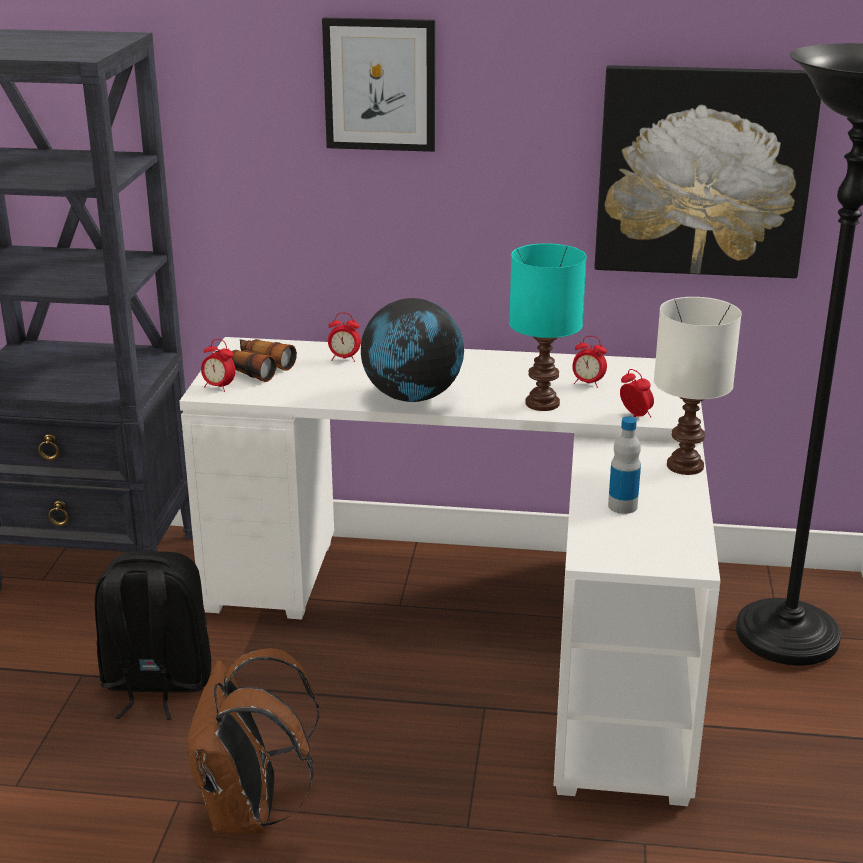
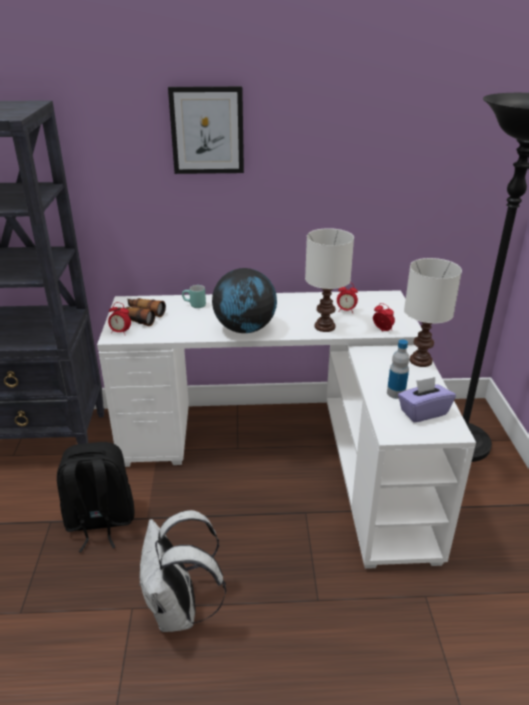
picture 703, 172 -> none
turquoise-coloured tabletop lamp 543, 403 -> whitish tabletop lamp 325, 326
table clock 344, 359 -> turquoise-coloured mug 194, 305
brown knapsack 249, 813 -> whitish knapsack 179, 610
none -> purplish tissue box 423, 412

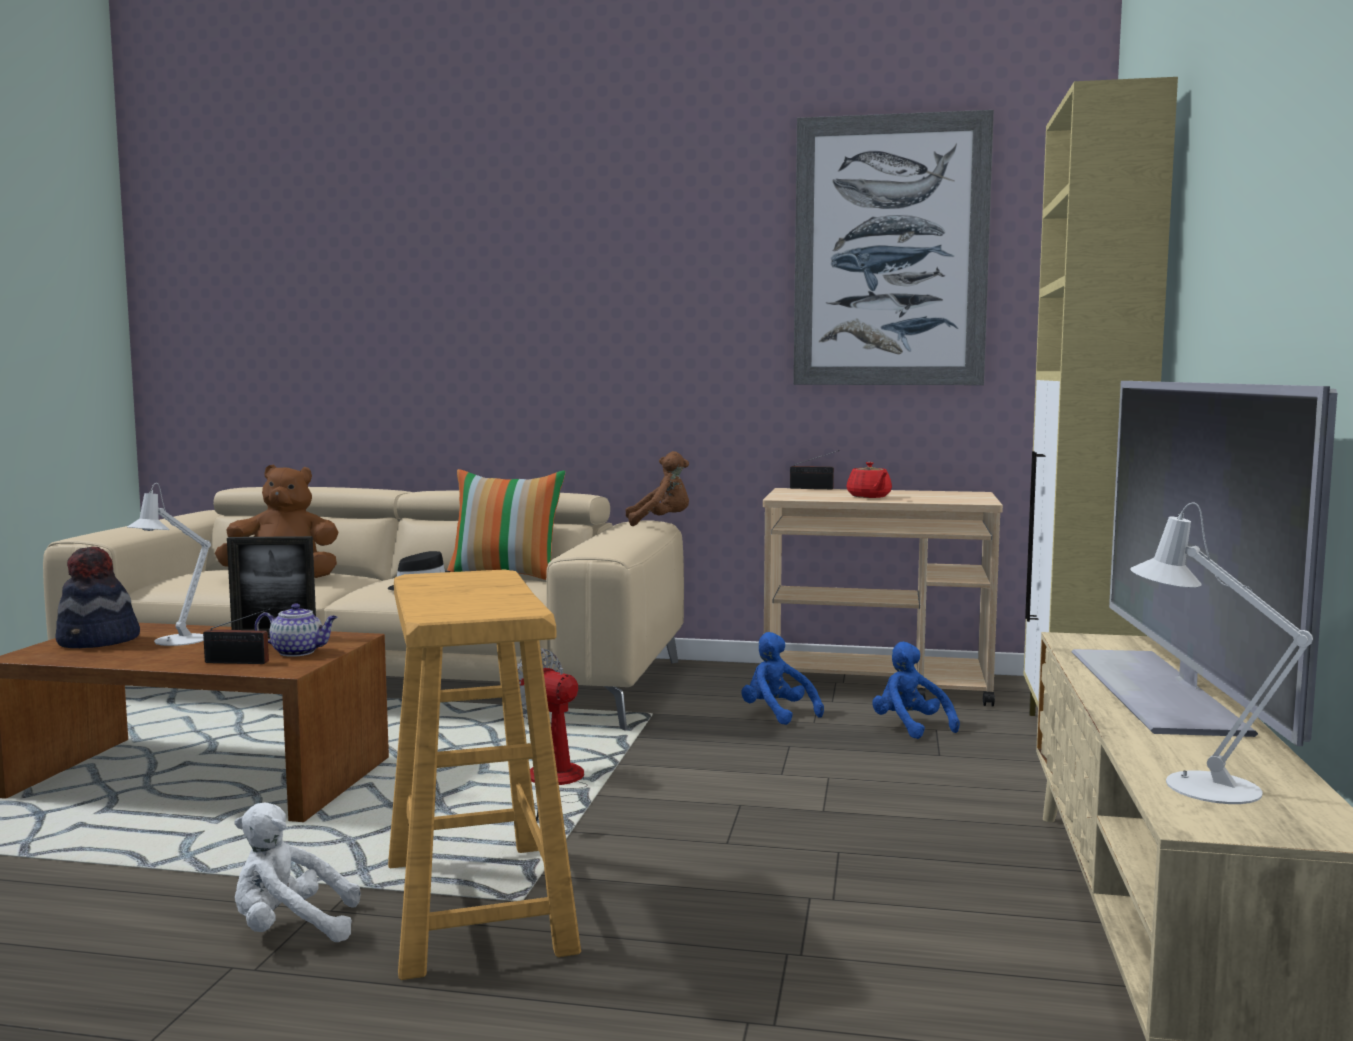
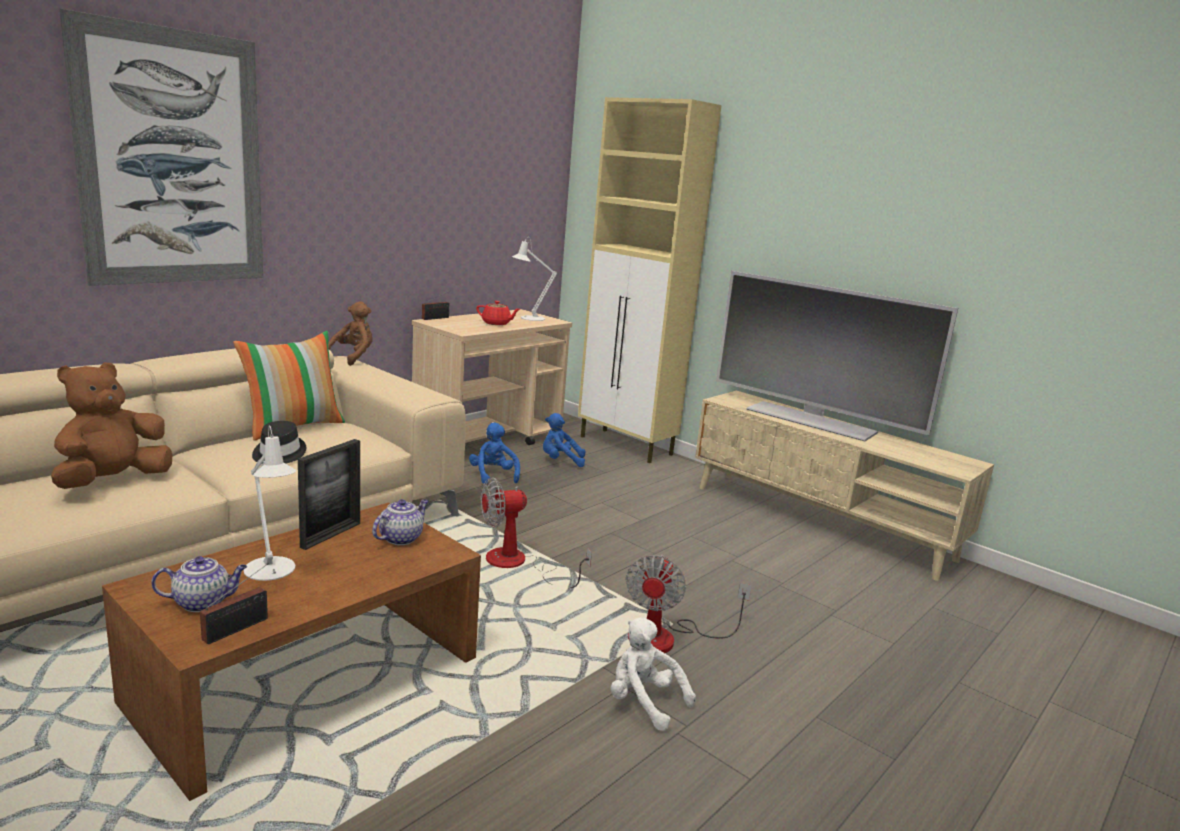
picture 890, 251 -> picture 173, 159, relocated
whitish tabletop lamp 1198, 784 -> whitish tabletop lamp 529, 318, relocated
wearable hat 98, 641 -> teapot 203, 602
beige-coloured stool seat 476, 907 -> electric fan 667, 638
radio 240, 662 -> radio 239, 628, relocated
blue cuddly toy 777, 714 -> blue cuddly toy 493, 475, 75 degrees clockwise
whitish cuddly toy 290, 930 -> whitish cuddly toy 644, 702, 105 degrees clockwise

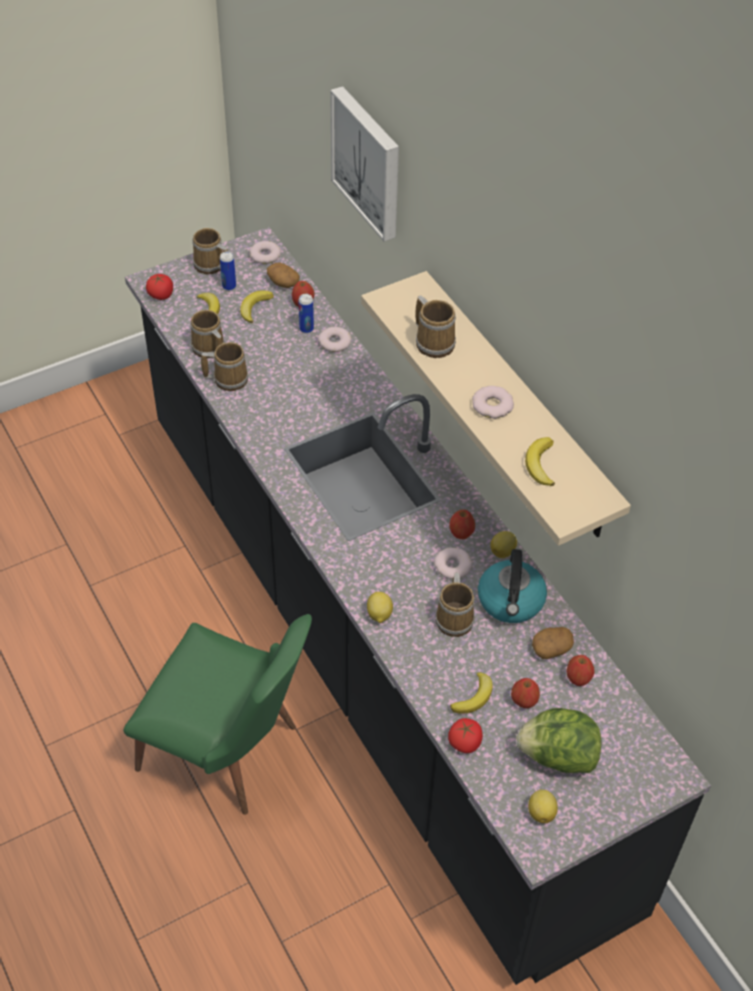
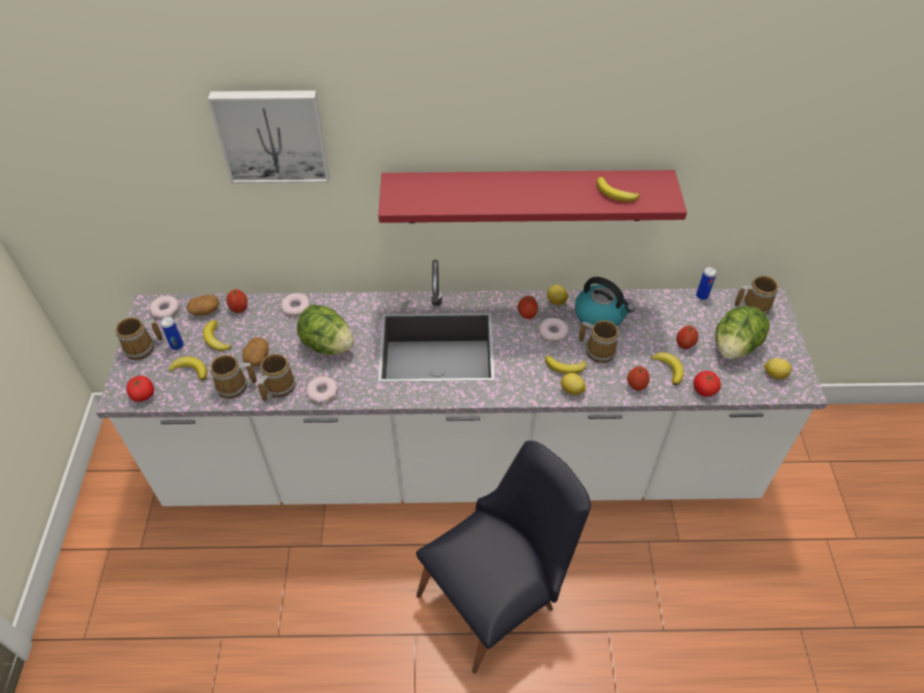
black counter 372, 648 -> whitish counter 462, 465
beige-coloured shelf 517, 407 -> red-coloured shelf 526, 196
sealed can 306, 329 -> sealed can 702, 296, relocated
mug 434, 342 -> mug 753, 306, relocated
donut 492, 405 -> donut 322, 391, relocated
green upright chair 230, 754 -> black upright chair 497, 597
whole potato 551, 648 -> whole potato 257, 357, relocated
apple 578, 678 -> apple 636, 385, relocated
none -> lettuce head 327, 345
none -> banana fruit 565, 367

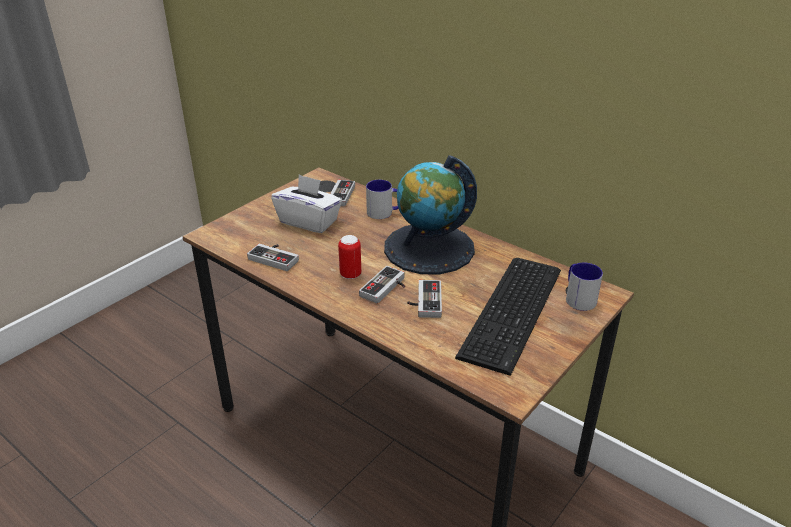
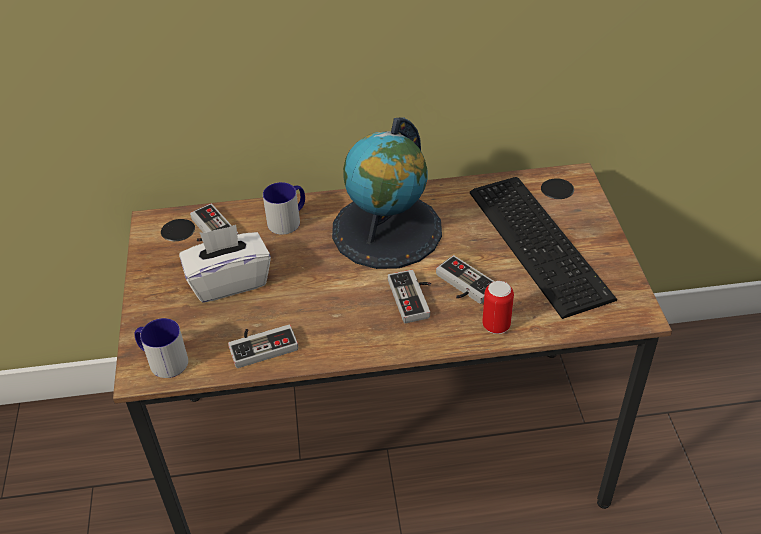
sealed can 350, 274 -> sealed can 496, 326, relocated
mug 578, 297 -> mug 162, 360, relocated

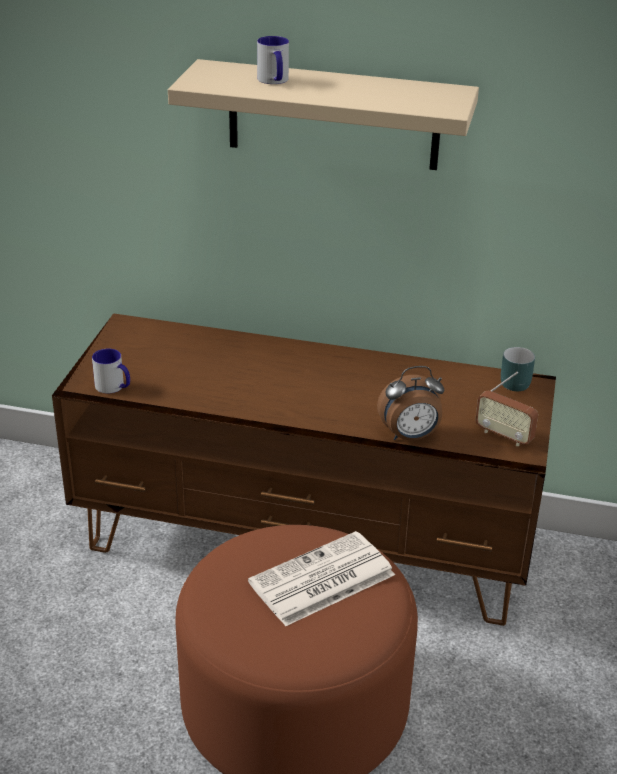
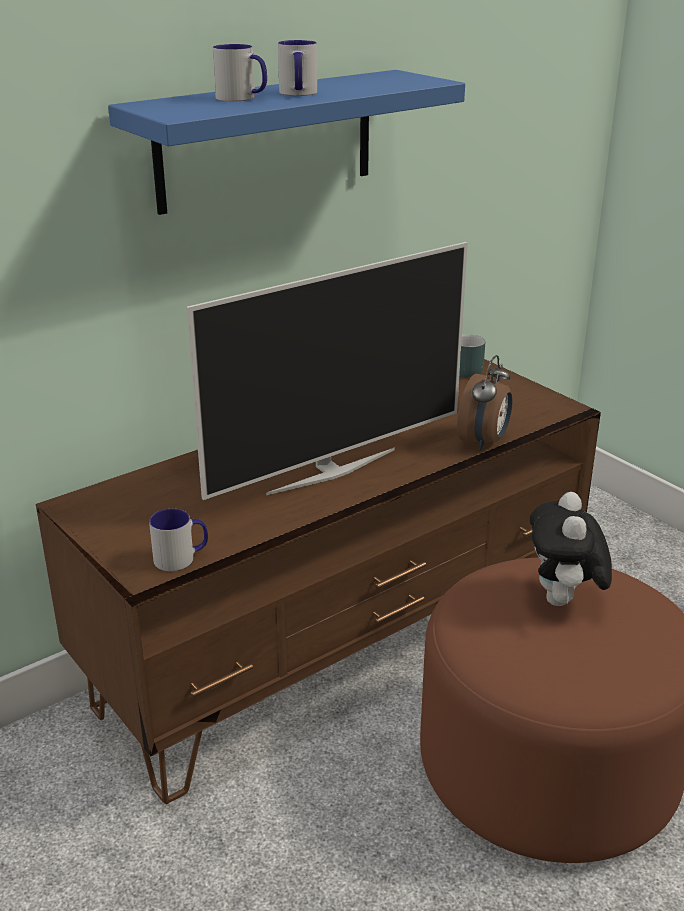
beige-coloured shelf 333, 115 -> blue shelf 266, 140
radio 503, 436 -> none
printed paper 321, 580 -> cuddly toy 563, 602
none -> mug 298, 94
none -> TV 331, 470

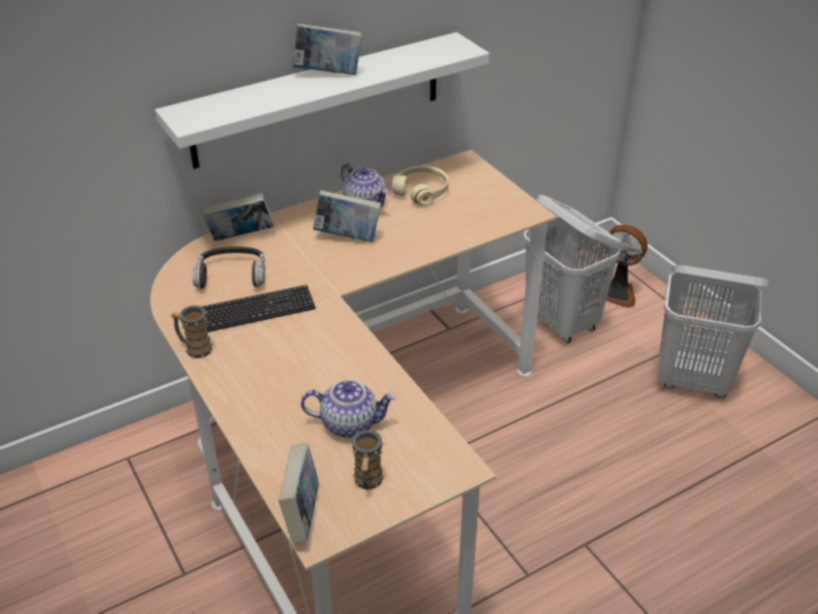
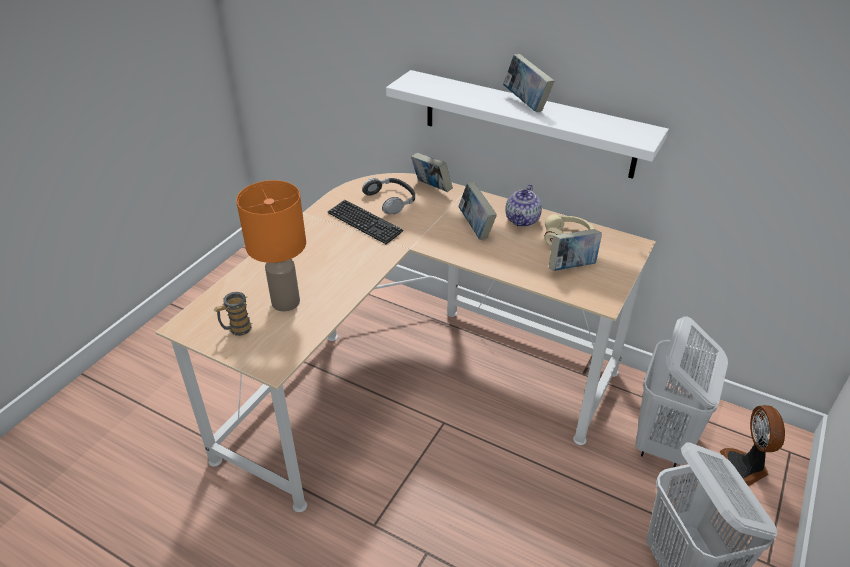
mug 195, 348 -> none
teapot 350, 423 -> orange tabletop lamp 286, 301
bound book 302, 514 -> bound book 572, 267, relocated

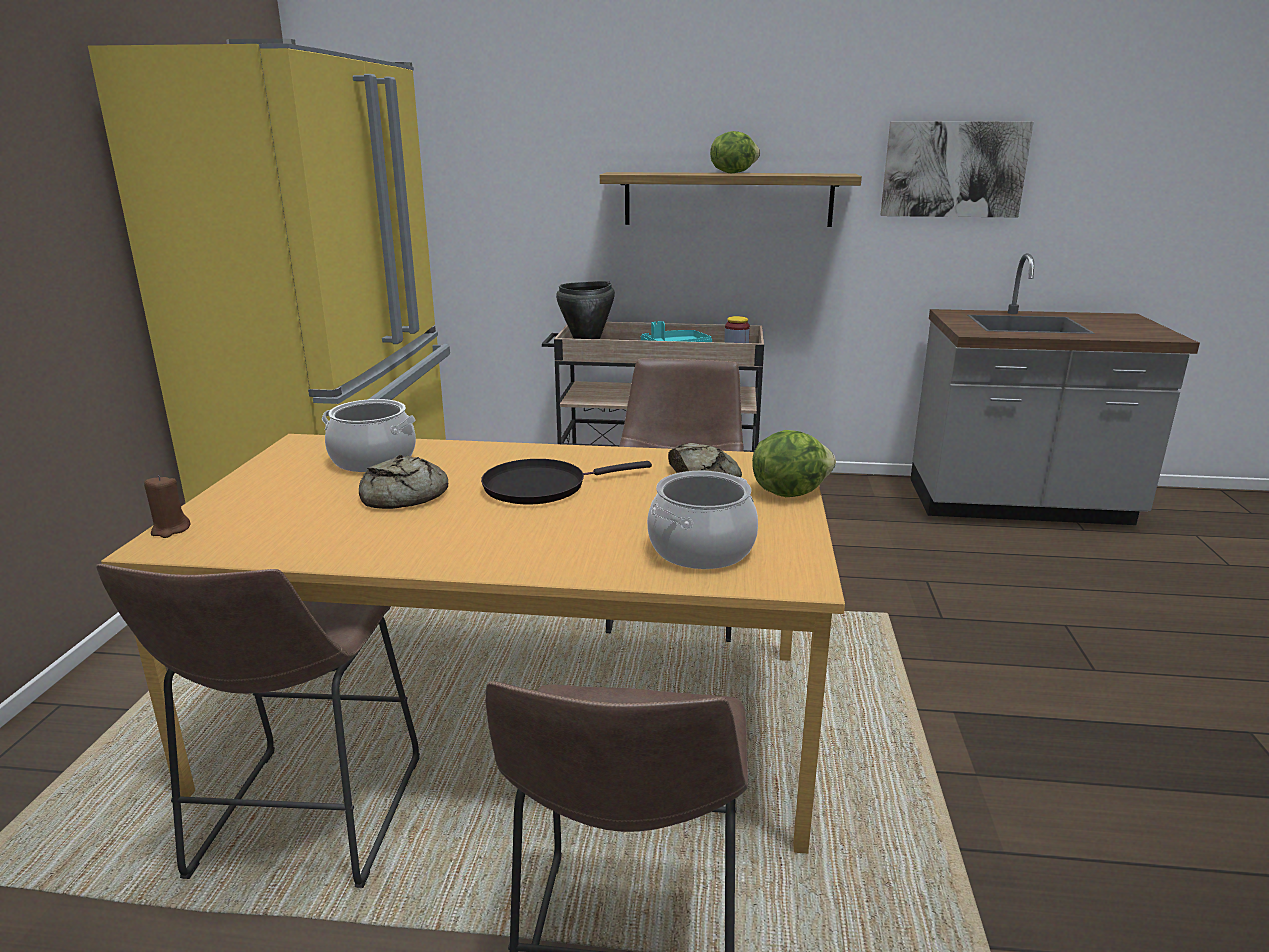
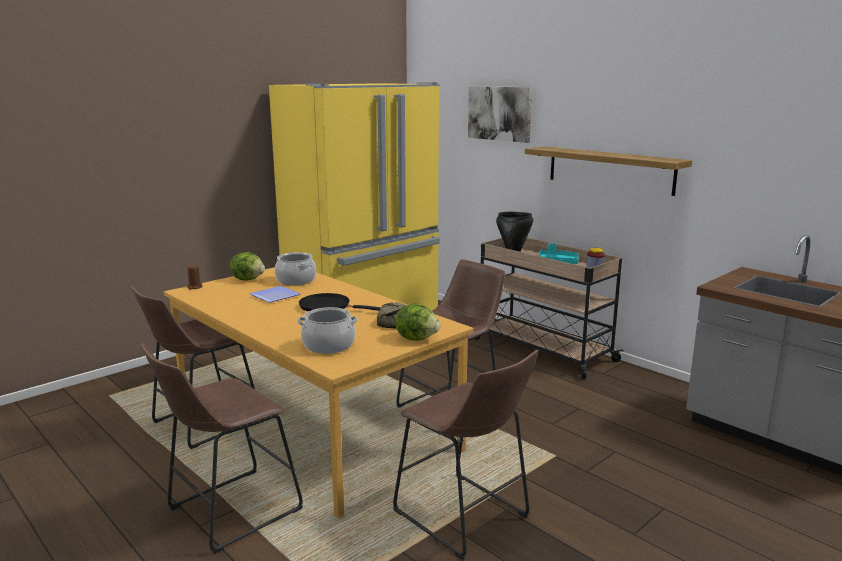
picture 953, 169 -> picture 499, 113, relocated
lettuce head 732, 173 -> lettuce head 248, 279, relocated
bread 403, 496 -> dinner plate 277, 296
none -> brown stool seat 465, 518

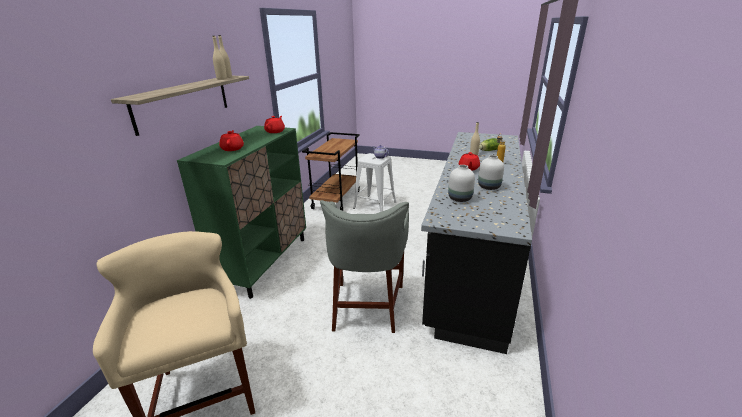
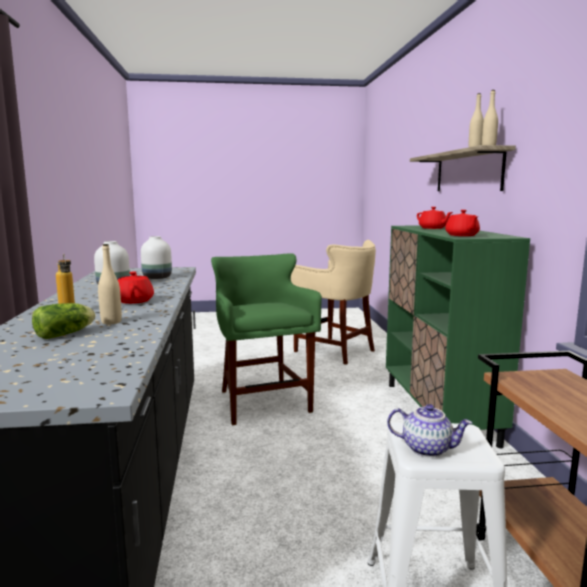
grey stool seat 367, 305 -> green stool seat 262, 402

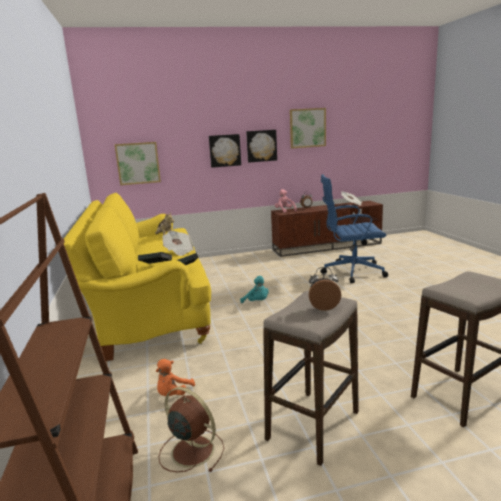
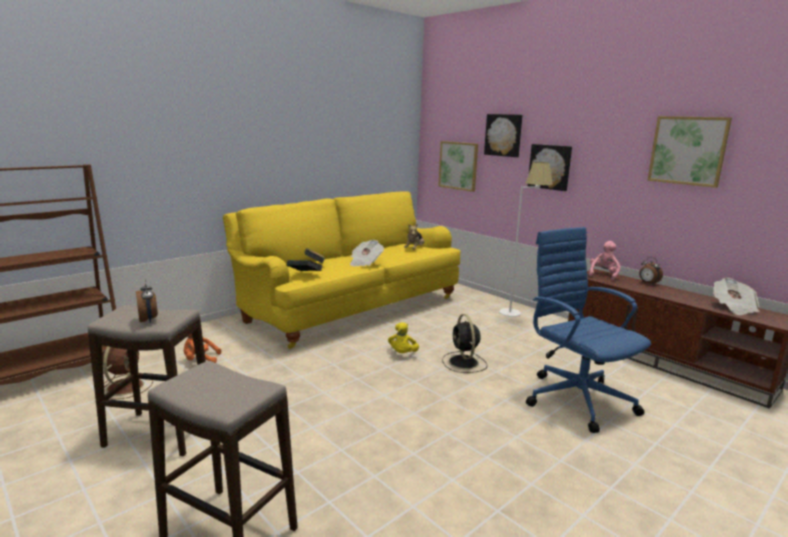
picture 261, 146 -> picture 503, 135, relocated
turquoise-coloured cuddly toy 257, 302 -> yellow cuddly toy 402, 354
none -> whitish standard lamp 518, 315
none -> black electric fan 464, 363

